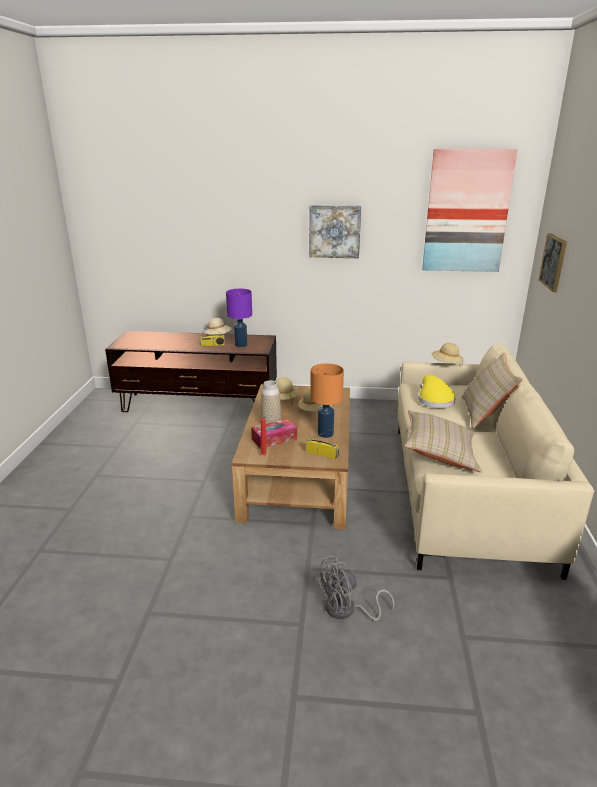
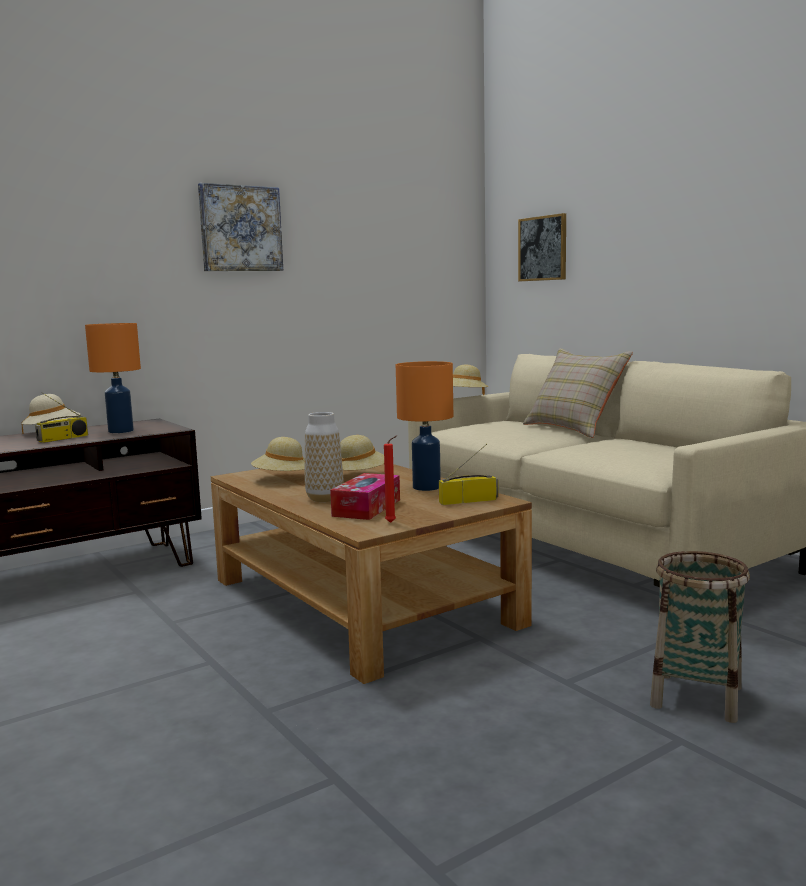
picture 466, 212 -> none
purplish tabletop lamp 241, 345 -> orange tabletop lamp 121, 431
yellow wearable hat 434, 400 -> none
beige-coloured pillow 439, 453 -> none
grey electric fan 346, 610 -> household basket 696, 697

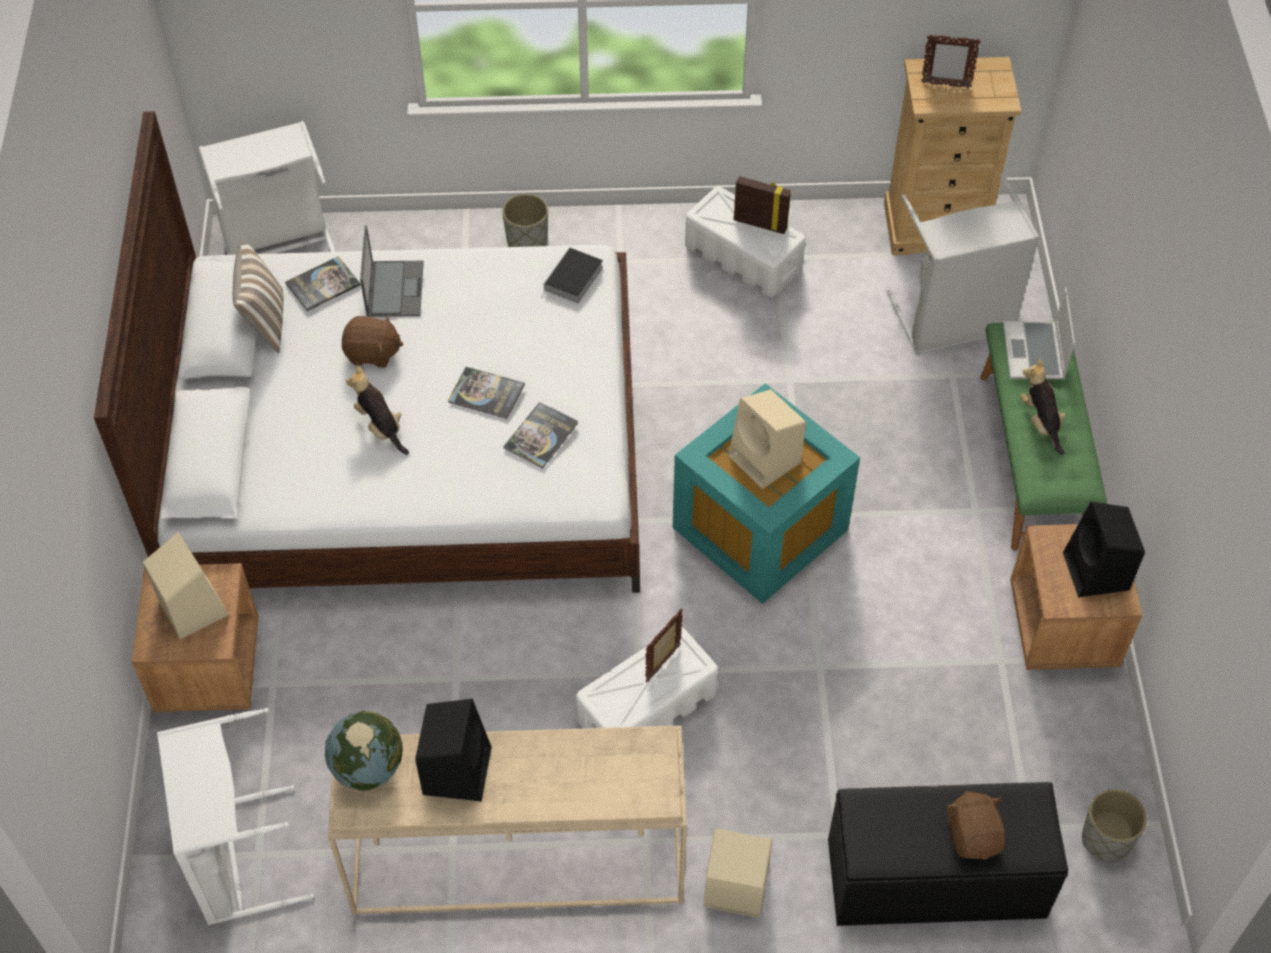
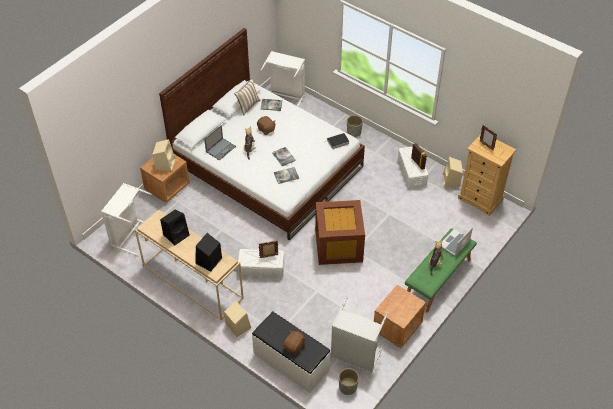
grey laundry basket 954, 323 -> grey laundry basket 355, 356, relocated
notebook computer 394, 288 -> notebook computer 221, 149, relocated
turquoise-coloured storage box 760, 526 -> brown storage box 339, 245
beige-coloured audio speaker 766, 460 -> beige-coloured audio speaker 451, 181, relocated
black audio speaker 1097, 573 -> black audio speaker 208, 261, relocated
desk globe 368, 767 -> none
black bench 936, 880 -> whitish bench 291, 362

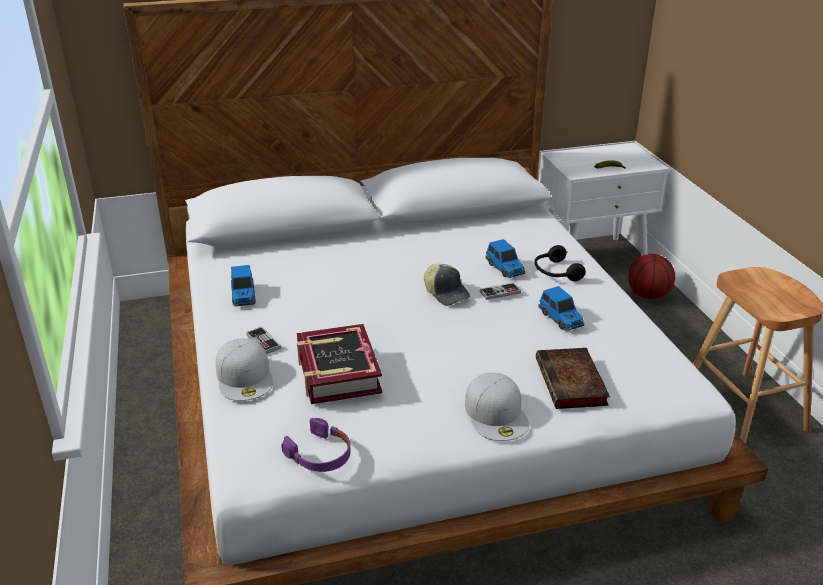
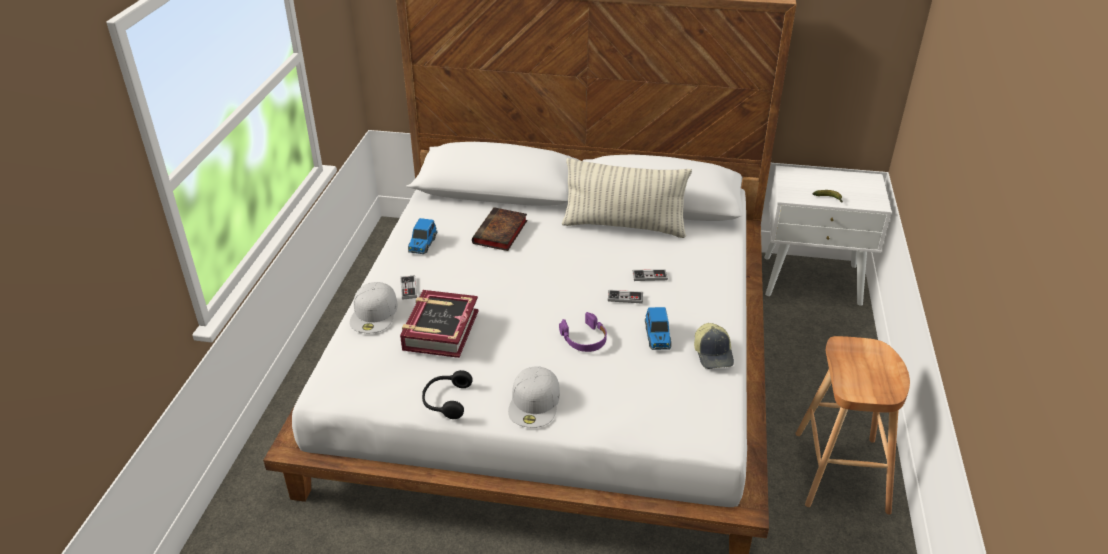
miniature car 505, 268 -> game controller 649, 276
black headphones 555, 272 -> black headphones 446, 400, relocated
ball for basketball 648, 295 -> none
cap 447, 293 -> cap 713, 354, relocated
bound book 572, 384 -> bound book 500, 233, relocated
purplish headphones 320, 454 -> purplish headphones 584, 339, relocated
none -> pillow 624, 226

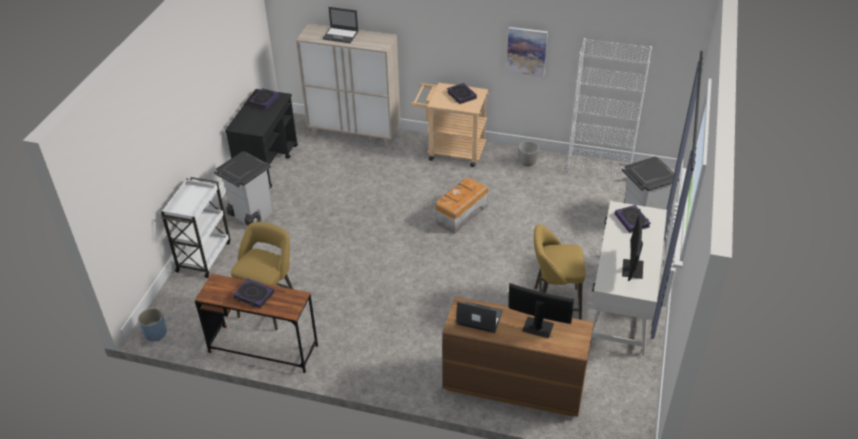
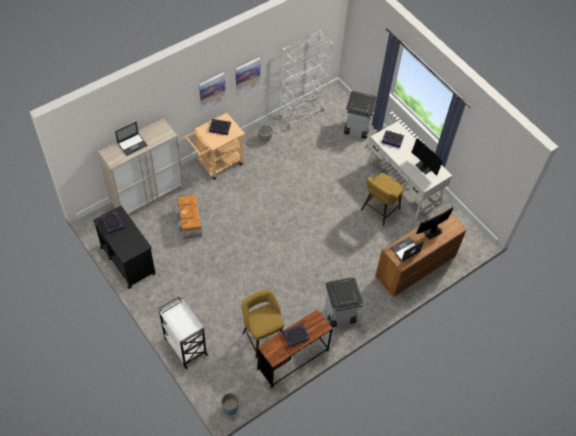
grey waste bin 250, 214 -> grey waste bin 339, 315, relocated
storage box 460, 215 -> storage box 190, 222, relocated
none -> picture 212, 91

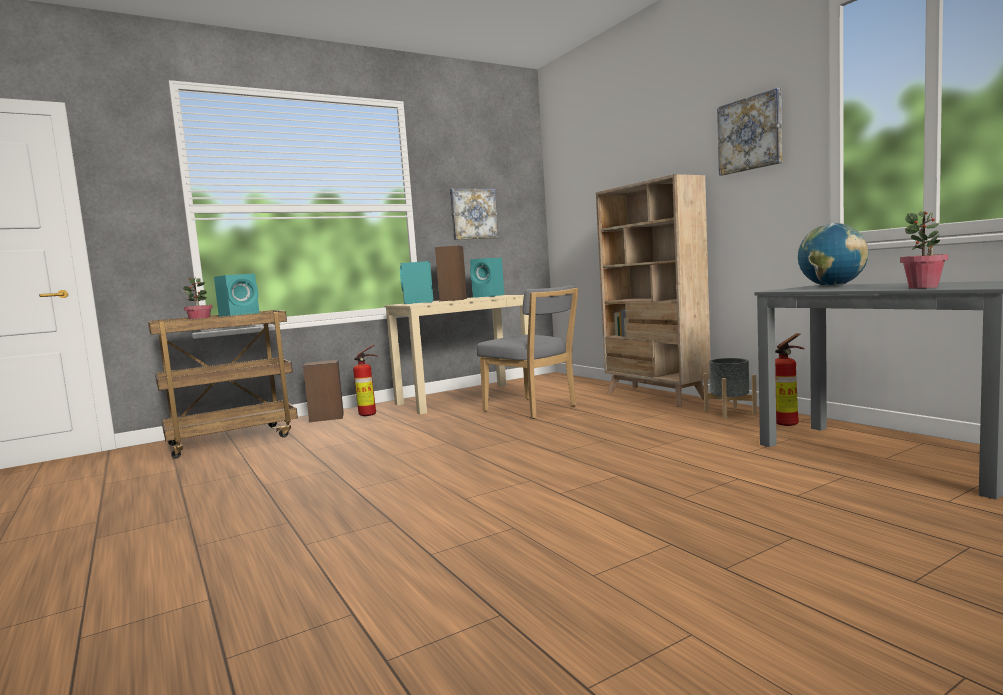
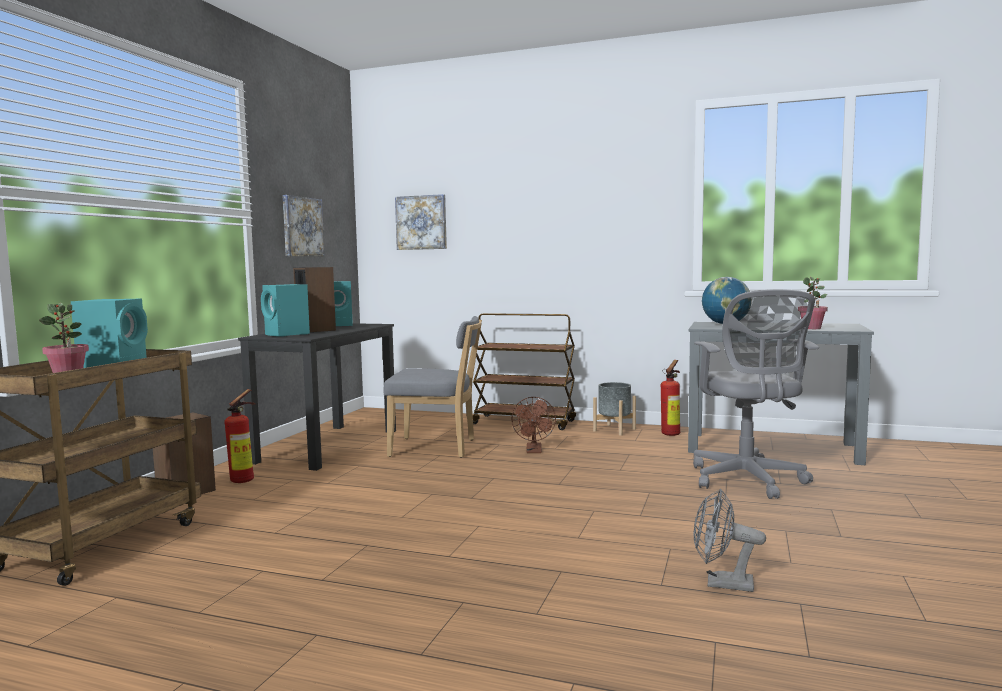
picture 750, 134 -> picture 421, 222, relocated
beige-coloured bookshelf 655, 396 -> brown wheeled cart 524, 422
beige-coloured desk 466, 398 -> black desk 328, 446
none -> grey office chair 748, 481
none -> brown electric fan 534, 451
none -> grey electric fan 721, 584

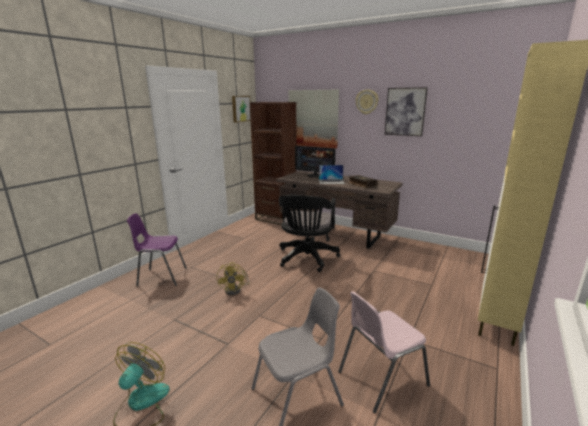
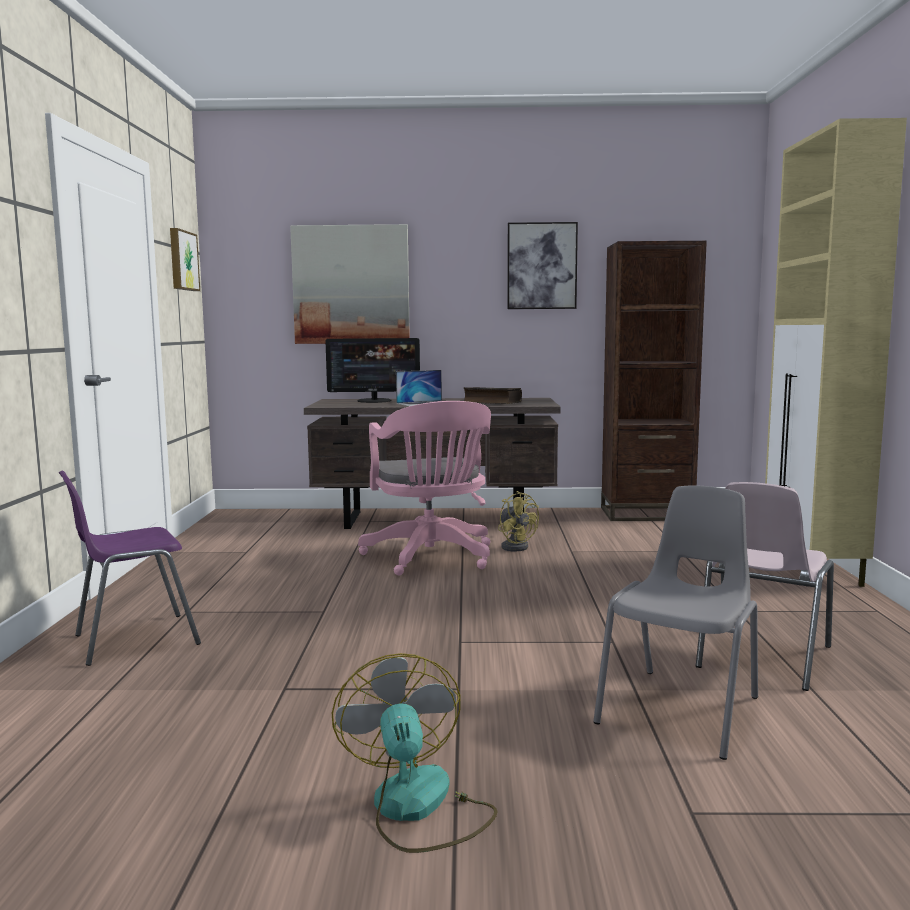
wall clock 367, 102 -> none
brown bookshelf 276, 219 -> brown bookshelf 646, 514, relocated
black office chair 306, 259 -> pink-coloured office chair 431, 558
yellow electric fan 235, 290 -> yellow electric fan 515, 546, relocated

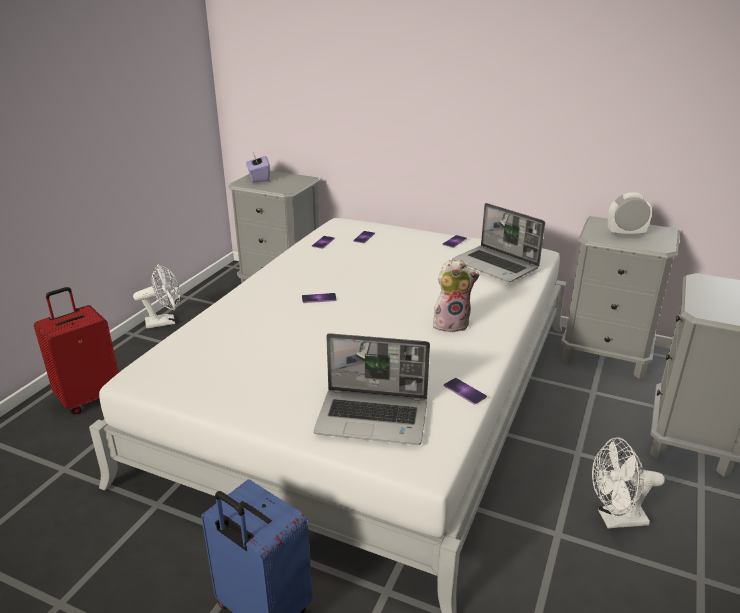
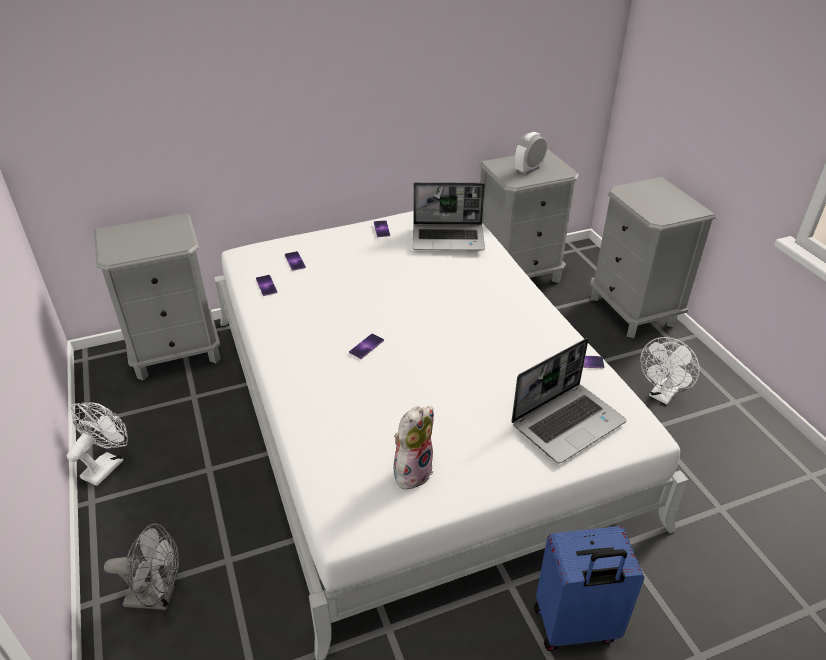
purplish tissue box 258, 178 -> none
cuddly toy 451, 324 -> cuddly toy 412, 471, relocated
red-coloured suitcase 90, 397 -> grey electric fan 158, 597

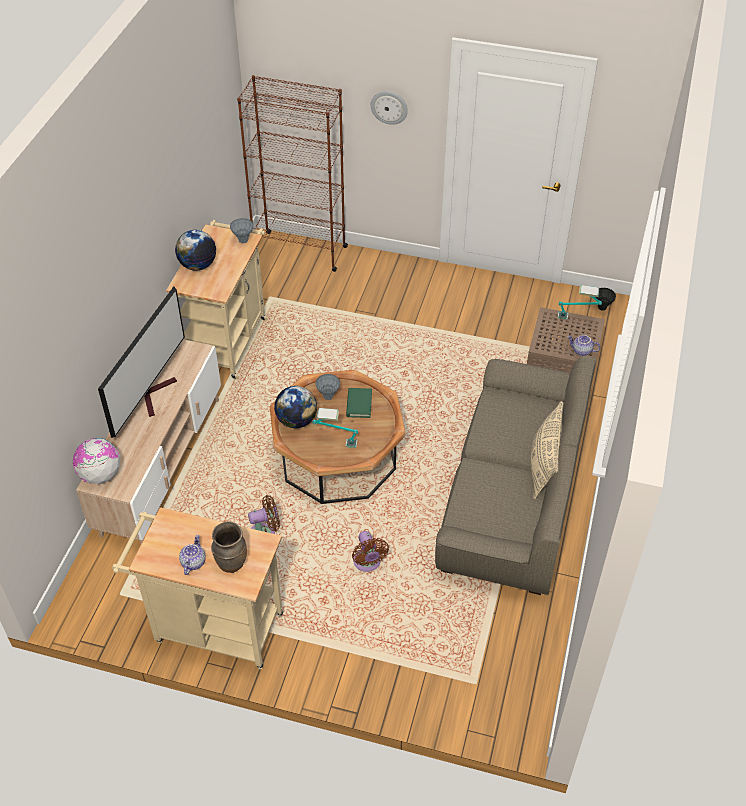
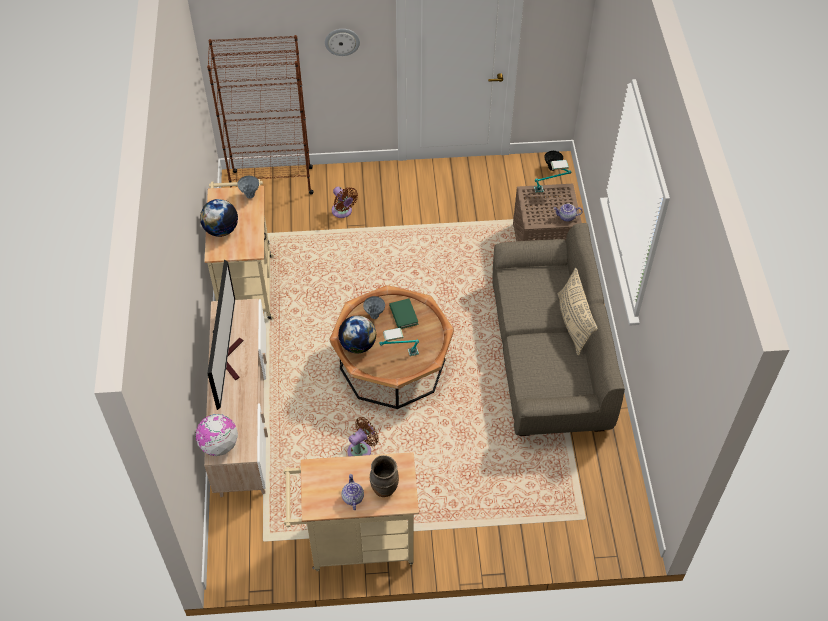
brown electric fan 367, 563 -> brown electric fan 343, 212, relocated

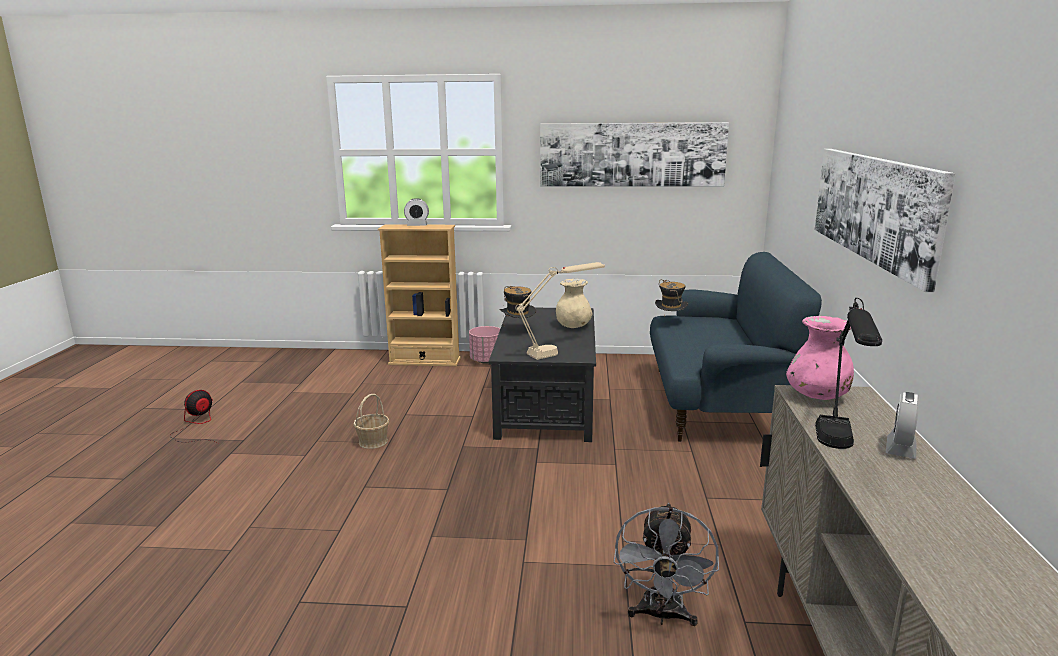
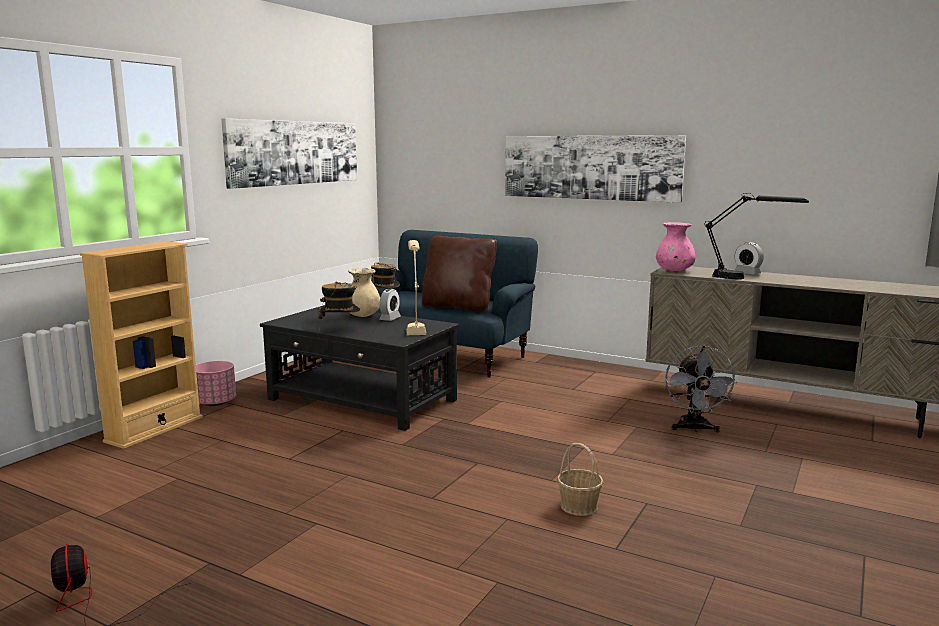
table clock 417, 225 -> table clock 390, 318, relocated
household basket 373, 442 -> household basket 579, 506, relocated
grey electric fan 662, 616 -> grey electric fan 694, 429, 60 degrees clockwise
none -> brown pillow 458, 307

